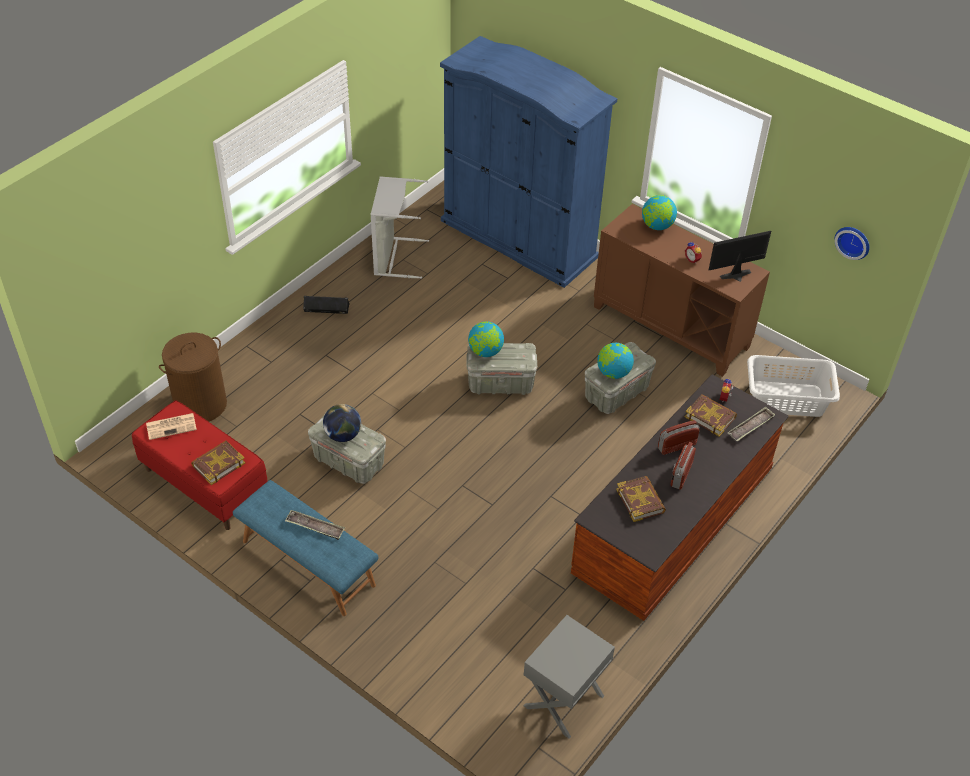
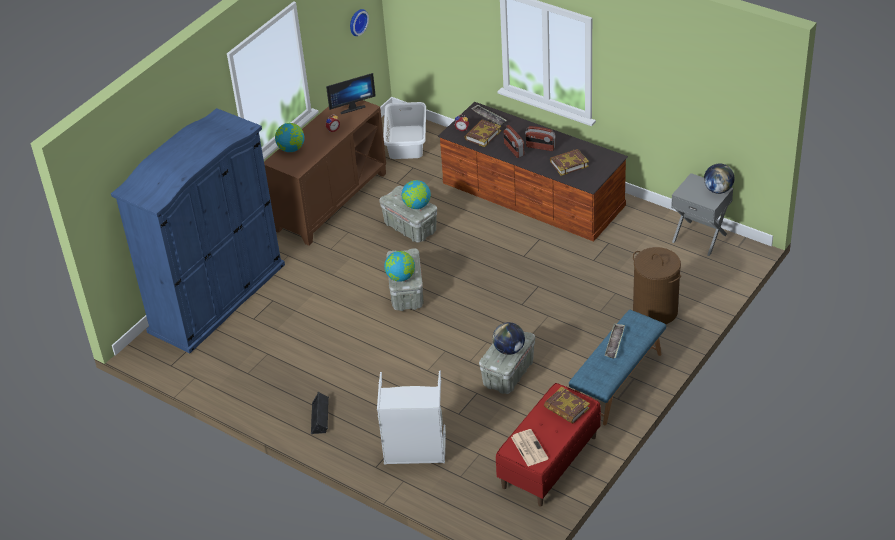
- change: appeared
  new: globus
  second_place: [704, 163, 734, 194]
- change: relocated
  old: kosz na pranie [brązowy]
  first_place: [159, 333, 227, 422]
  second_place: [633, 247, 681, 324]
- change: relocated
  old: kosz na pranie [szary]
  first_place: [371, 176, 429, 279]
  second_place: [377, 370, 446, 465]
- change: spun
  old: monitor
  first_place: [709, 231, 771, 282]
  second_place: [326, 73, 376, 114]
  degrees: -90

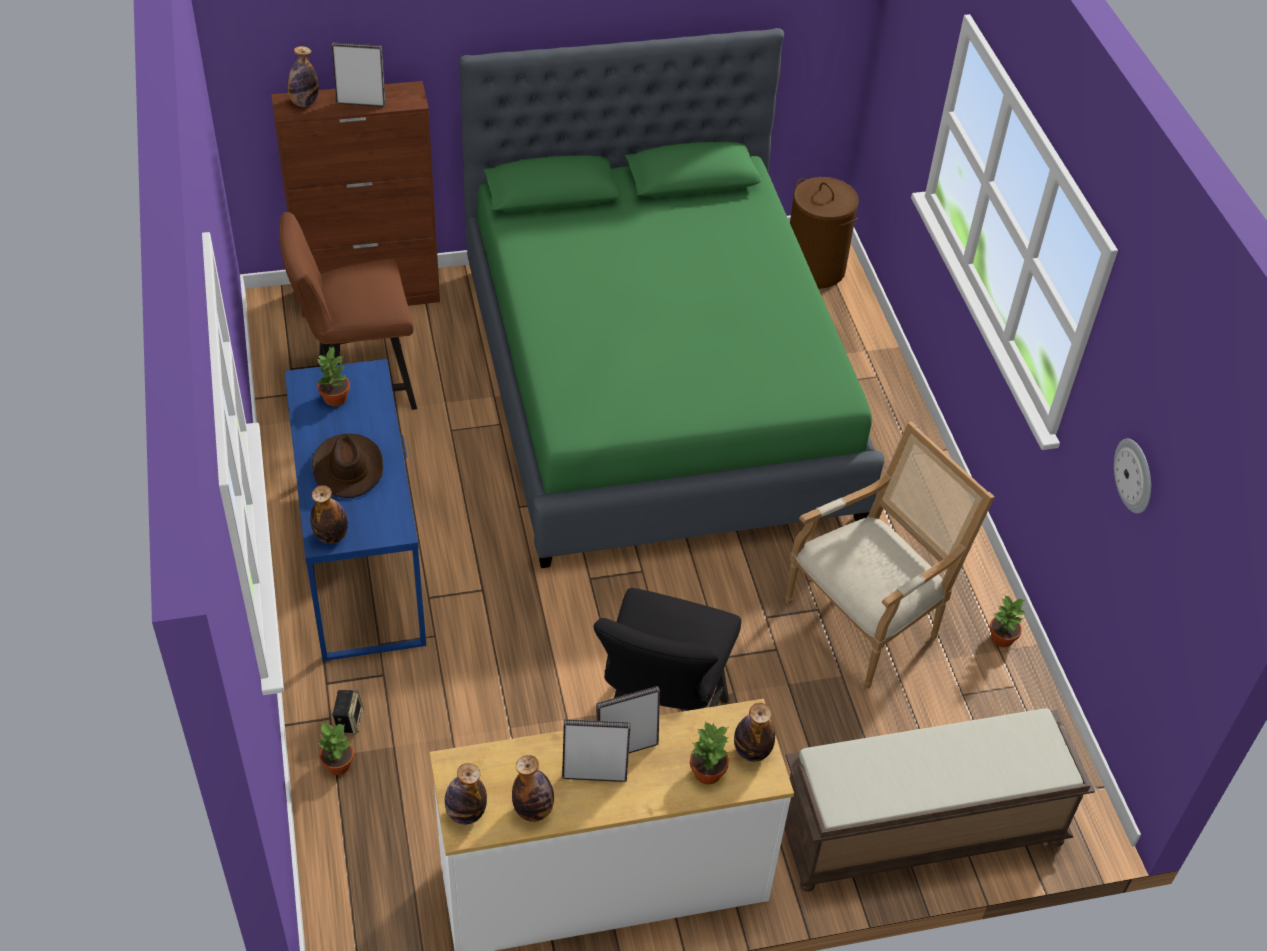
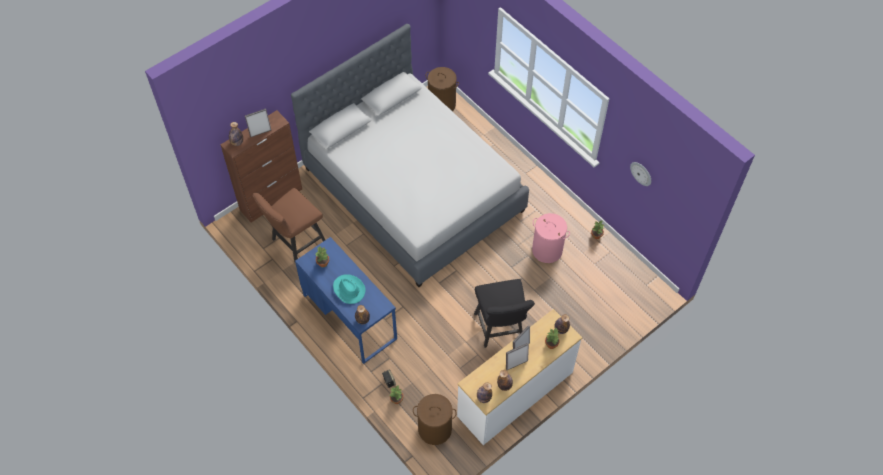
- change: missing
  old: ławka [brązowy]
  first_place: [784, 708, 1095, 892]
- change: appeared
  new: kosz na pranie [brązowy]
  second_place: [413, 394, 457, 445]
- change: exchanged
  old: fotel
  new: kosz na pranie [różowy]
  first_place: [785, 422, 994, 688]
  second_place: [532, 213, 570, 263]
- change: colour
  old: kapelusz [brązowy]
  new: kapelusz [turkusowy]
  first_place: [312, 434, 383, 498]
  second_place: [333, 274, 366, 304]
- change: colour
  old: łóżko [zielony]
  new: łóżko [szary]
  first_place: [459, 28, 884, 568]
  second_place: [291, 24, 529, 287]

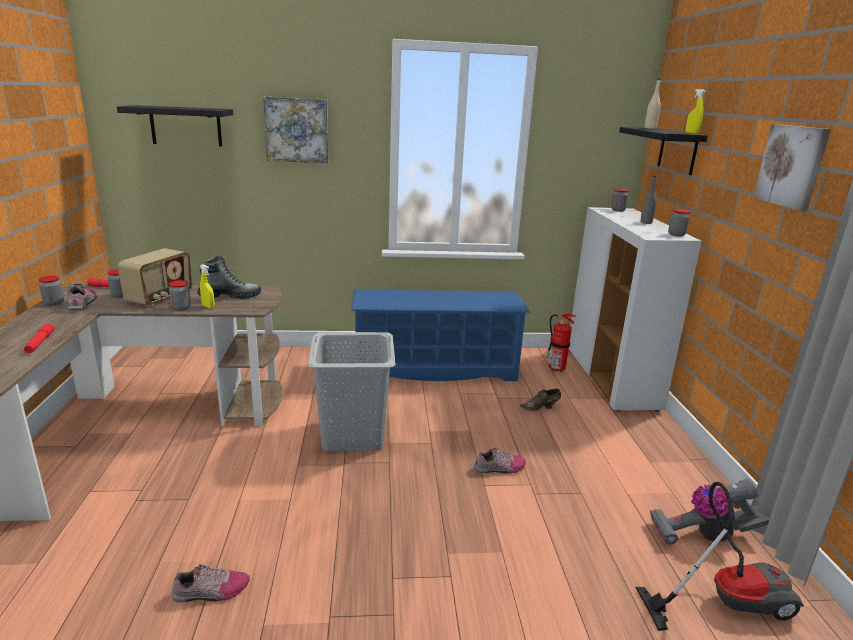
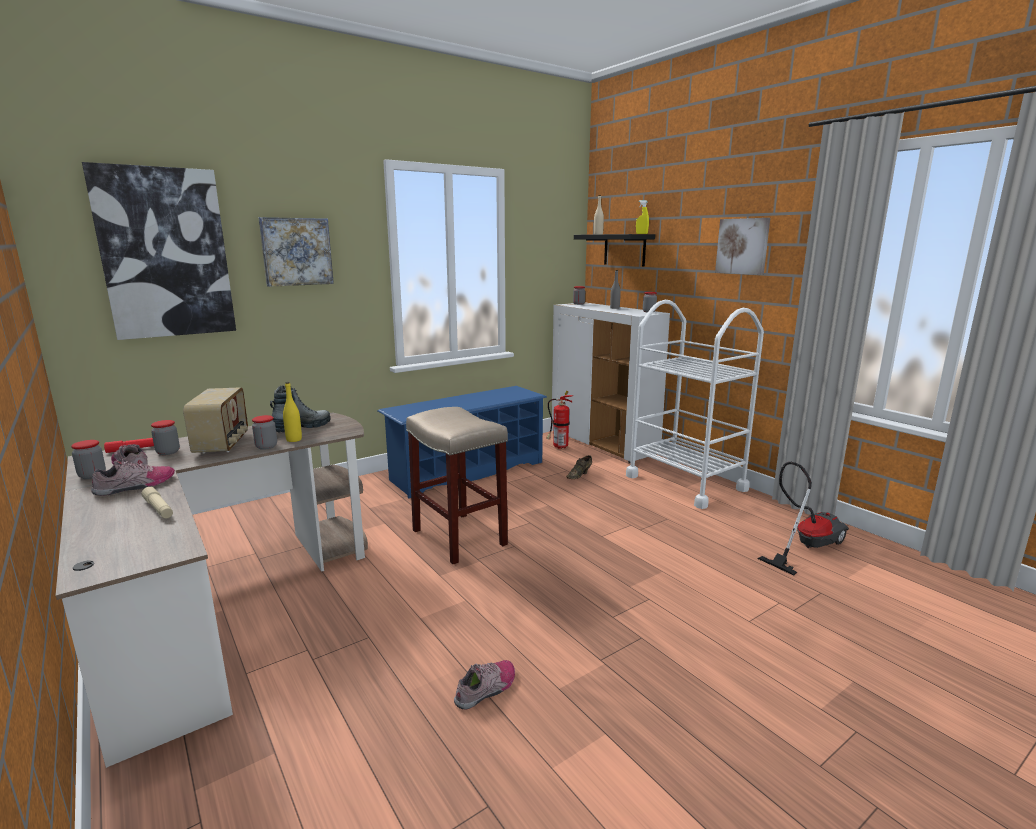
- change: missing
  old: odkurzacz
  first_place: [650, 479, 769, 545]
- change: appeared
  new: wózek [biały]
  second_place: [626, 300, 764, 509]
- change: relocated
  old: but
  first_place: [474, 447, 526, 474]
  second_place: [91, 459, 175, 496]
- change: exchanged
  old: półka [czarny]
  new: obraz
  first_place: [117, 105, 233, 146]
  second_place: [82, 162, 236, 340]
- change: exchanged
  old: spryskiwacz [żółty]
  new: butelka [żółty]
  first_place: [200, 264, 215, 308]
  second_place: [283, 382, 302, 442]
- change: exchanged
  old: kosz na pranie [szary]
  new: stołek [beżowy]
  first_place: [307, 332, 396, 452]
  second_place: [406, 407, 508, 564]
- change: colour
  old: latarka [czerwony]
  new: latarka [beżowy]
  first_place: [24, 324, 54, 353]
  second_place: [141, 487, 173, 518]

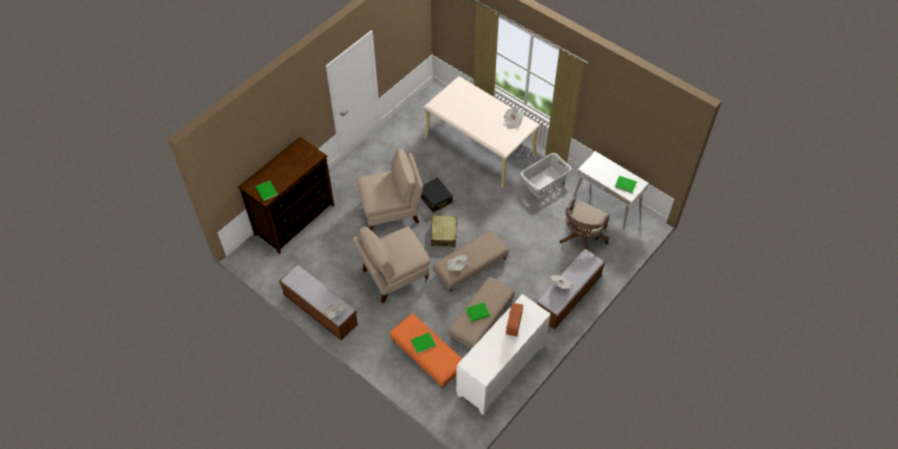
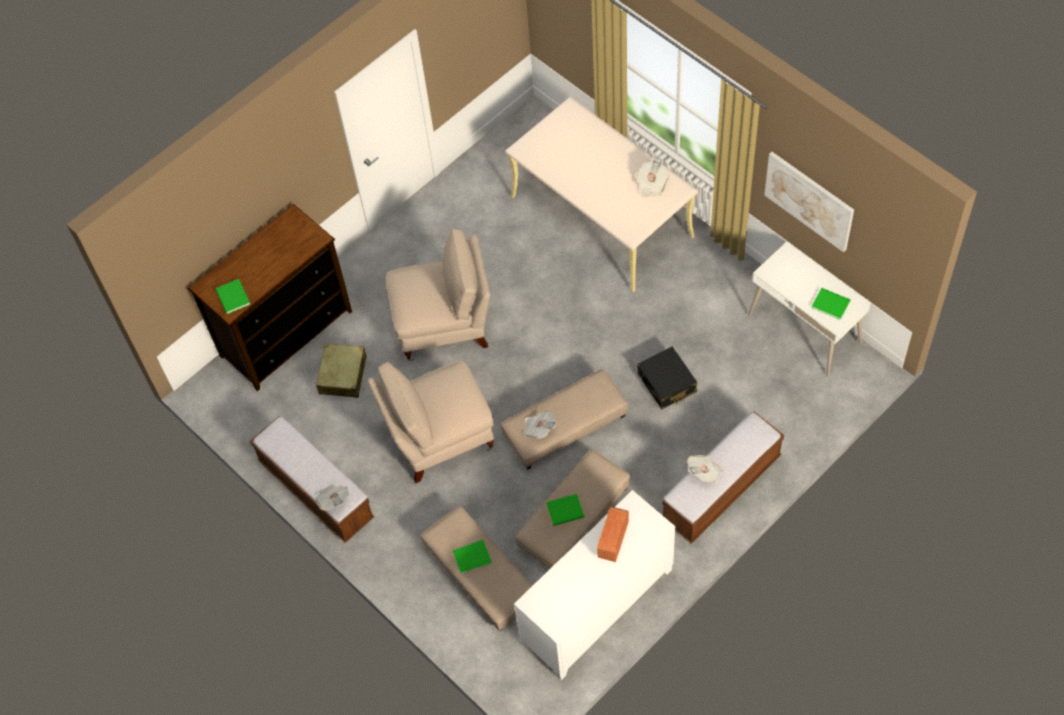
- change: missing
  old: kosz na pranie [szary]
  first_place: [520, 153, 572, 197]
- change: missing
  old: krzesło biurowe [brązowy]
  first_place: [560, 197, 610, 250]
- change: appeared
  new: obraz
  second_place: [764, 152, 854, 252]
- change: relocated
  old: walizka [czarny]
  first_place: [421, 177, 453, 213]
  second_place: [637, 346, 697, 409]
- change: relocated
  old: walizka [beżowy]
  first_place: [431, 215, 457, 247]
  second_place: [316, 343, 367, 398]
- change: colour
  old: pufa [pomarańczowy]
  new: pufa [beżowy]
  first_place: [390, 314, 462, 388]
  second_place: [421, 506, 532, 631]

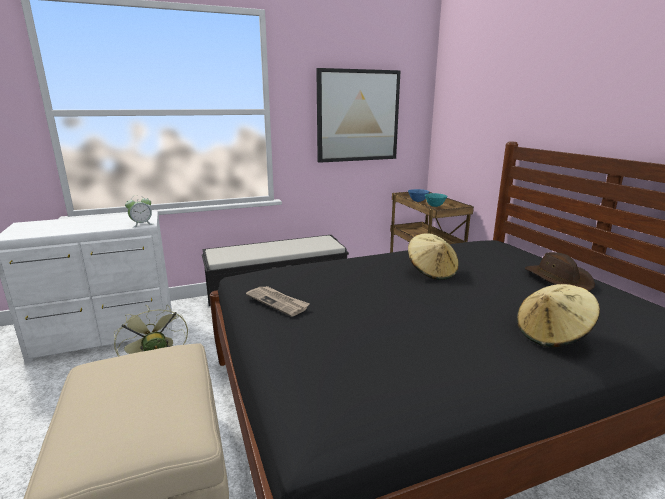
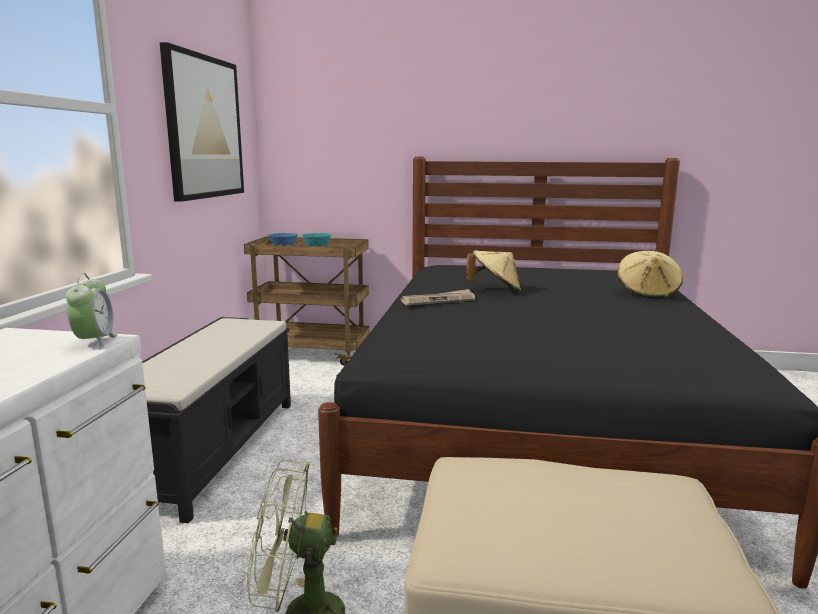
- change: missing
  old: kapelusz [brązowy]
  first_place: [525, 252, 595, 291]
- change: relocated
  old: gazeta
  first_place: [246, 286, 310, 317]
  second_place: [401, 289, 475, 305]

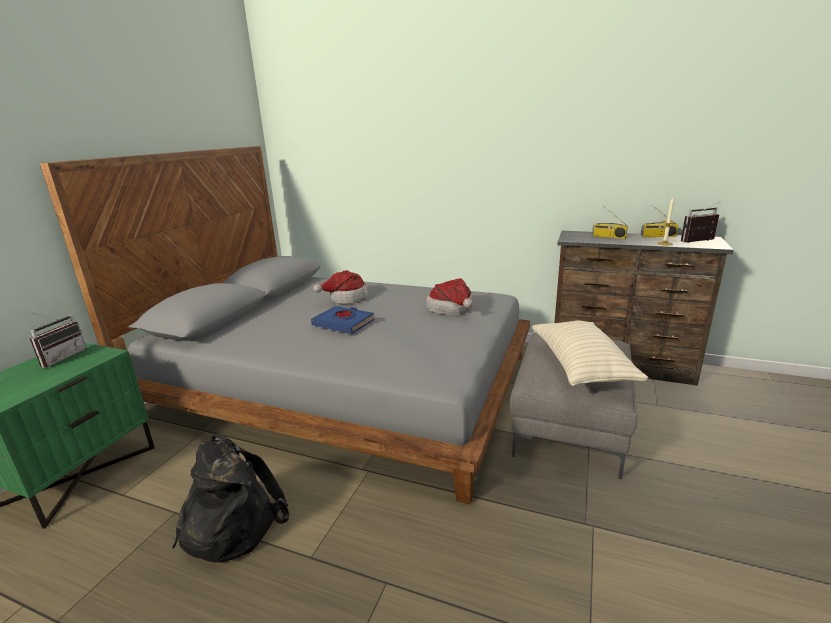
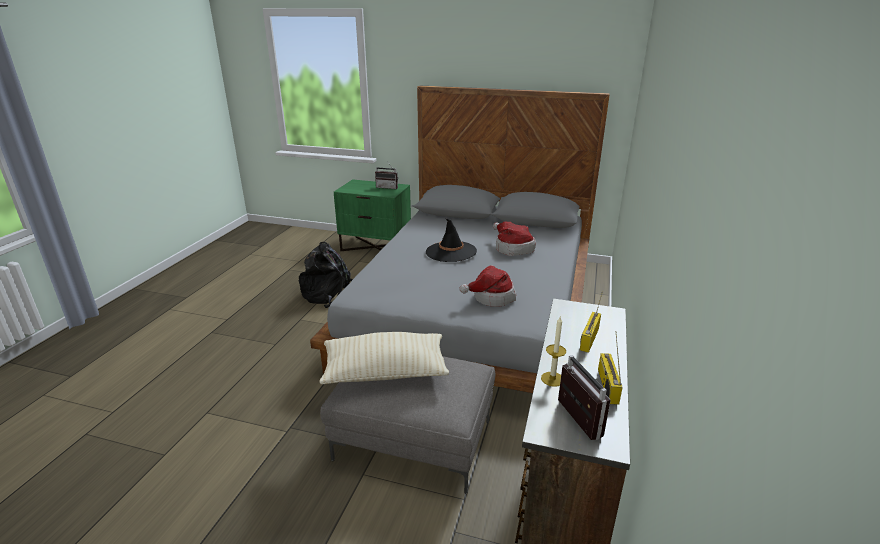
- change: exchanged
  old: książka [niebieski]
  new: kapelusz [czarny]
  first_place: [311, 306, 375, 334]
  second_place: [426, 219, 477, 262]

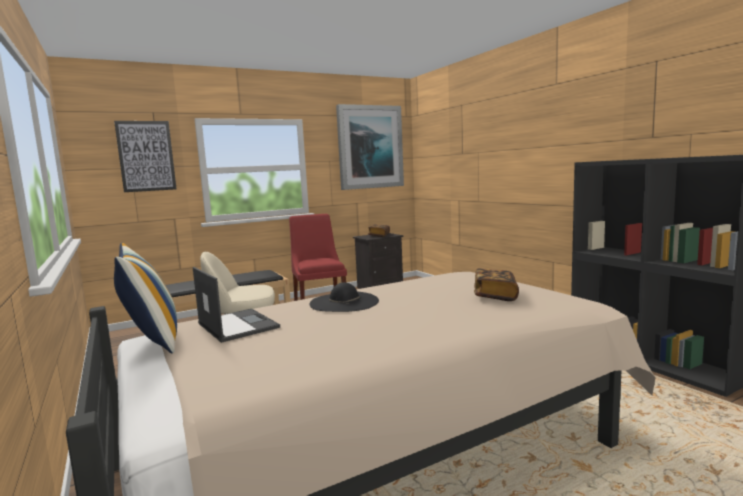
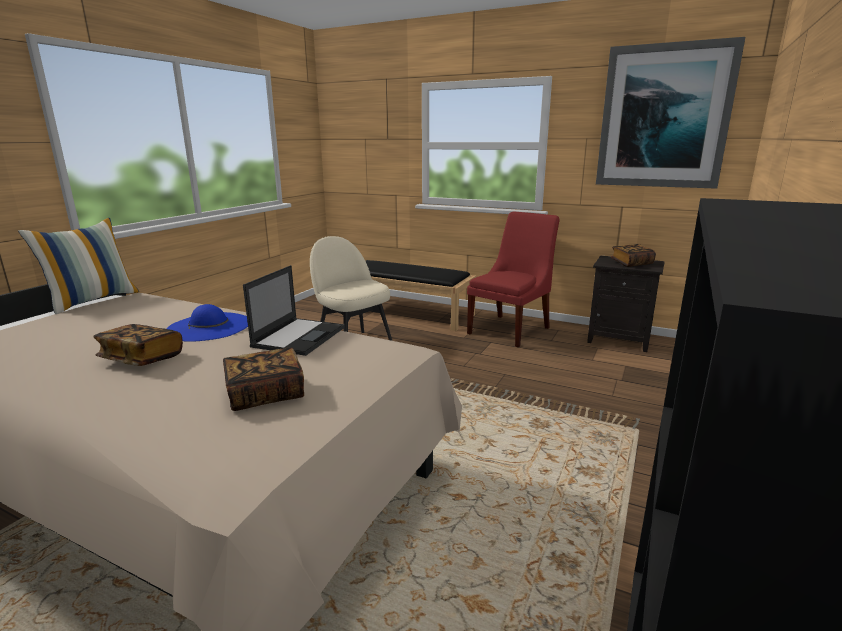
- change: missing
  old: obraz
  first_place: [114, 121, 176, 192]
- change: appeared
  new: książka
  second_place: [93, 324, 183, 366]
- change: relocated
  old: laptop
  first_place: [193, 267, 280, 343]
  second_place: [243, 265, 345, 356]
- change: colour
  old: kapelusz [czarny]
  new: kapelusz [niebieski]
  first_place: [310, 282, 379, 312]
  second_place: [167, 304, 248, 342]

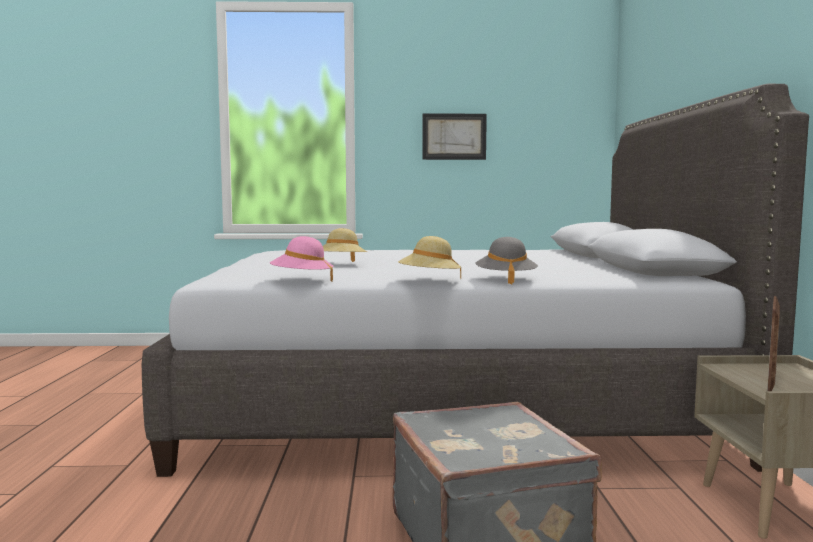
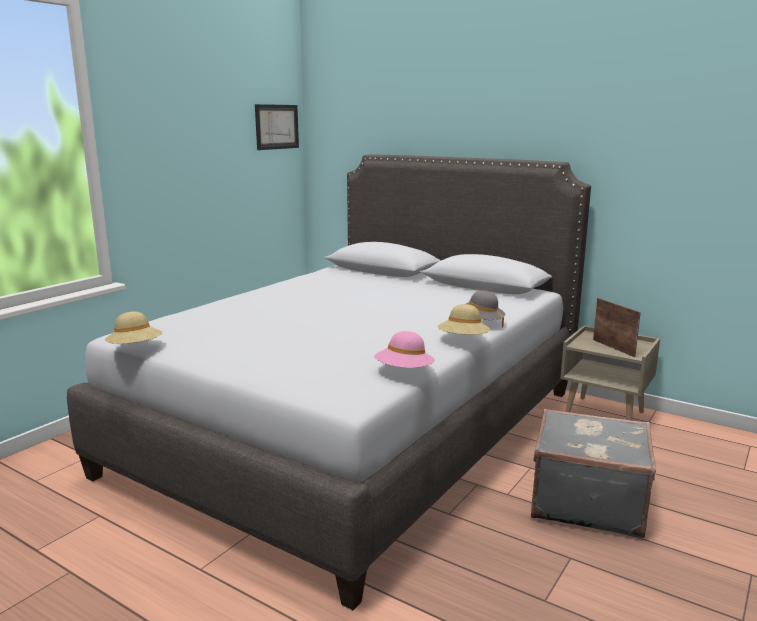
- change: relocated
  old: kapelusz [beżowy]
  first_place: [323, 228, 367, 262]
  second_place: [105, 311, 162, 344]
- change: relocated
  old: obraz
  first_place: [422, 114, 487, 160]
  second_place: [255, 104, 299, 150]

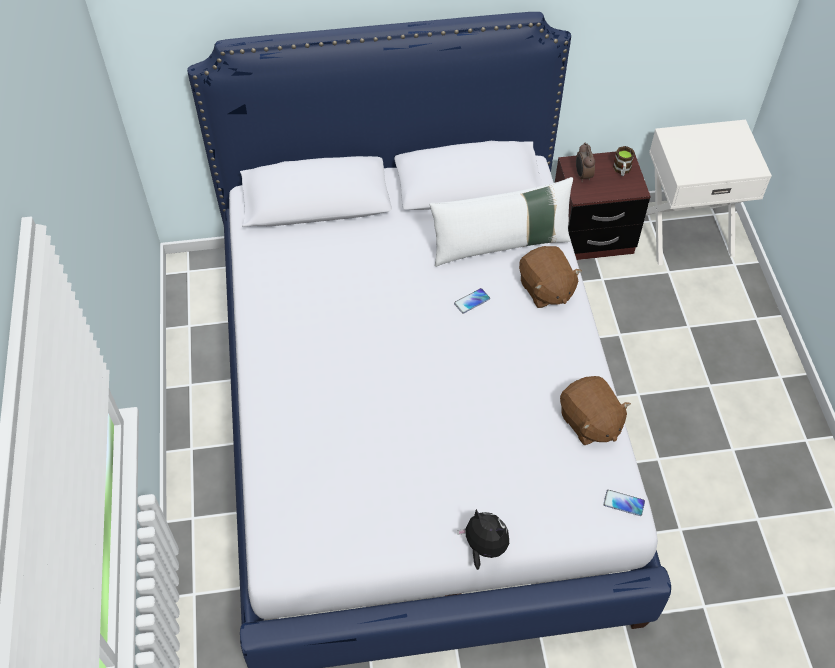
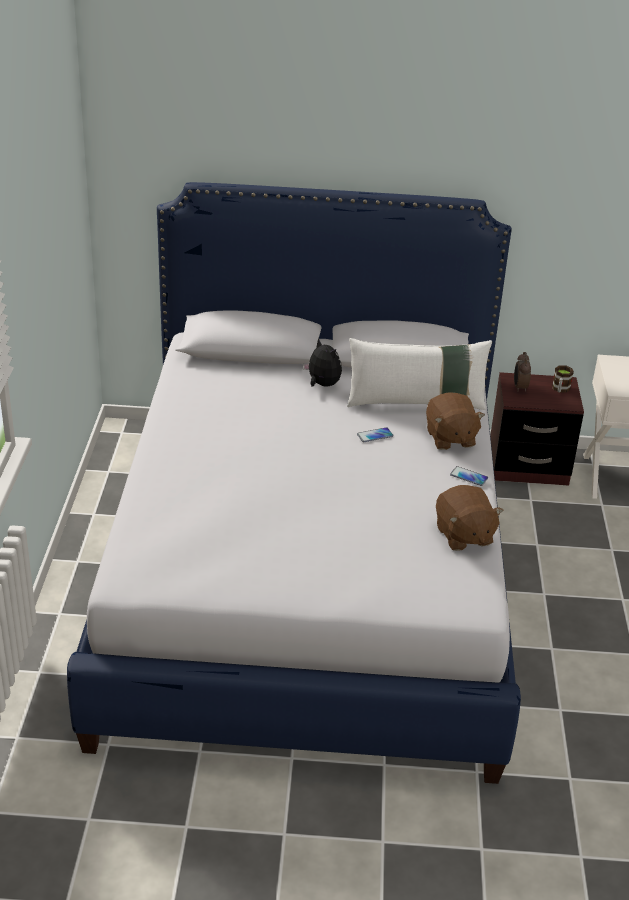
- change: relocated
  old: pluszak
  first_place: [457, 509, 509, 570]
  second_place: [303, 338, 342, 387]
- change: relocated
  old: telefon
  first_place: [603, 490, 645, 516]
  second_place: [450, 466, 488, 486]

